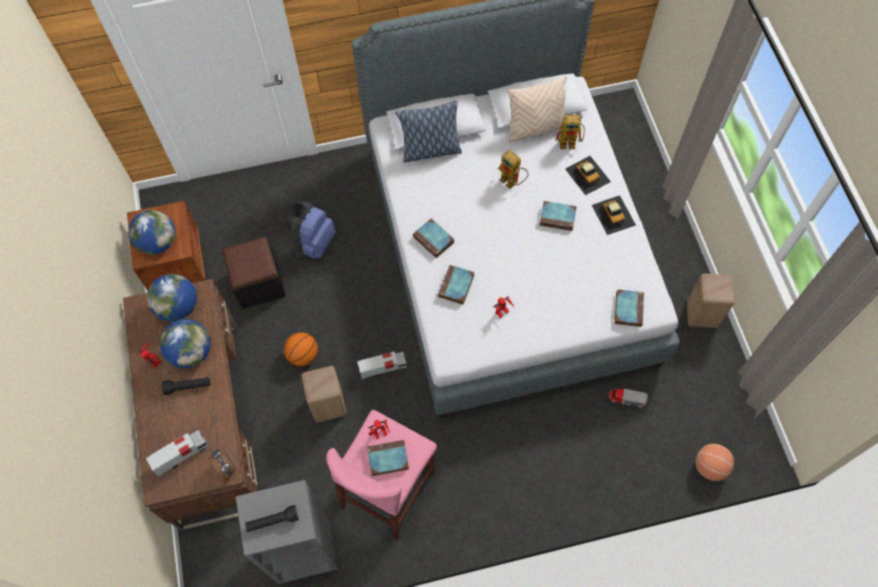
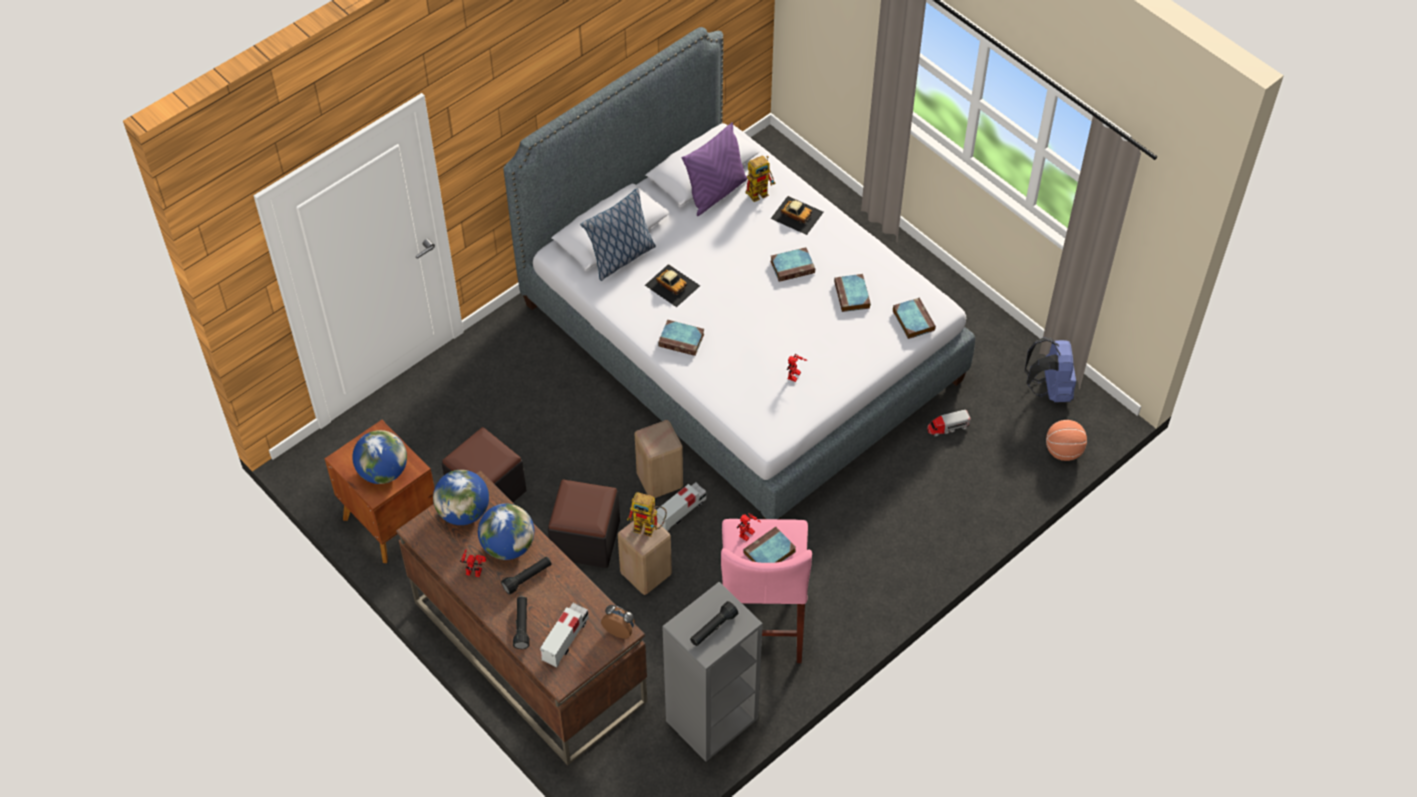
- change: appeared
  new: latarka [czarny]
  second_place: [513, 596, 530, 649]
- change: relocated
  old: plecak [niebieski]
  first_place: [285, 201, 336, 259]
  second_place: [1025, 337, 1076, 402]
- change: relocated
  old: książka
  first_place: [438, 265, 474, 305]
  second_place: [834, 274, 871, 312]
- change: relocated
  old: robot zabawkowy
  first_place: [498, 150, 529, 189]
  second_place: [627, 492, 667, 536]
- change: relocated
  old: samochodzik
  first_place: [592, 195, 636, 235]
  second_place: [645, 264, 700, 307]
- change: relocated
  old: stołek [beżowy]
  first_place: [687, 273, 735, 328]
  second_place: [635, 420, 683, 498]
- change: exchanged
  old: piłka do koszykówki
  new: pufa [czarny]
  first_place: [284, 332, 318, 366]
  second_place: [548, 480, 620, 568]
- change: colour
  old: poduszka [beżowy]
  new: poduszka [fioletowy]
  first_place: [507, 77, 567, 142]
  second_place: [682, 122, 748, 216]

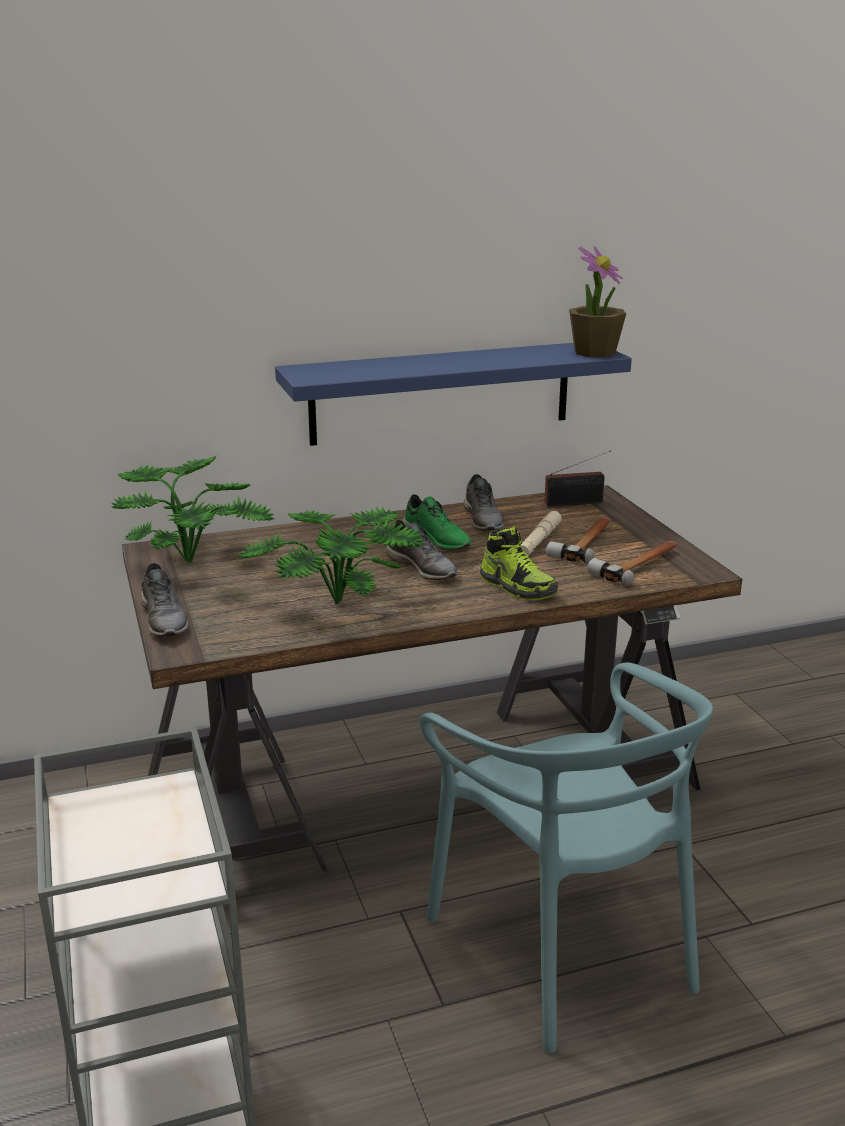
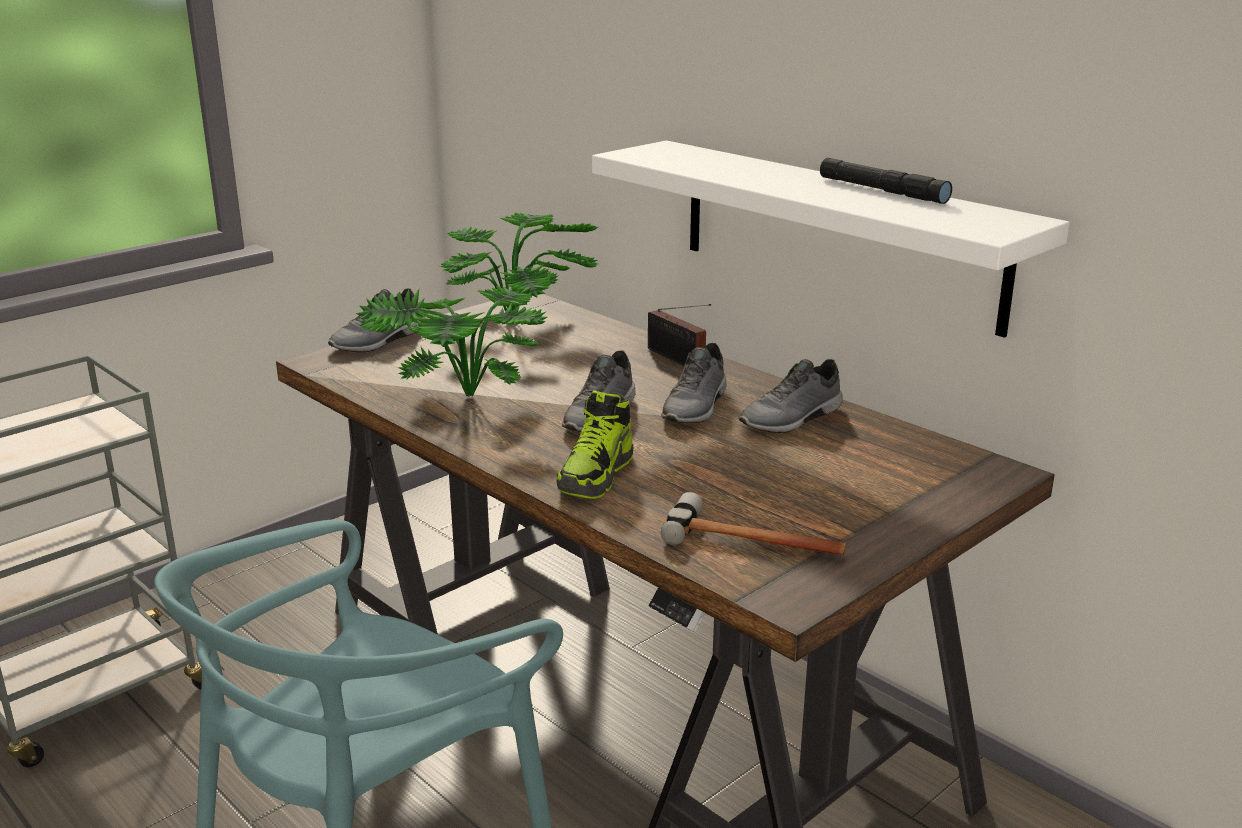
- change: missing
  old: latarka [beżowy]
  first_place: [521, 511, 562, 556]
- change: missing
  old: młotek
  first_place: [546, 517, 610, 564]
- change: missing
  old: roślina doniczkowa
  first_place: [569, 246, 626, 357]
- change: appeared
  new: latarka [czarny]
  second_place: [820, 158, 952, 204]
- change: relocated
  old: radio
  first_place: [544, 450, 611, 507]
  second_place: [648, 304, 711, 366]
- change: colour
  old: półka [niebieski]
  new: półka [biały]
  first_place: [275, 343, 632, 446]
  second_place: [592, 140, 1070, 338]
- change: colour
  old: but [zielony]
  new: but [szary]
  first_place: [402, 494, 471, 550]
  second_place: [661, 343, 727, 423]

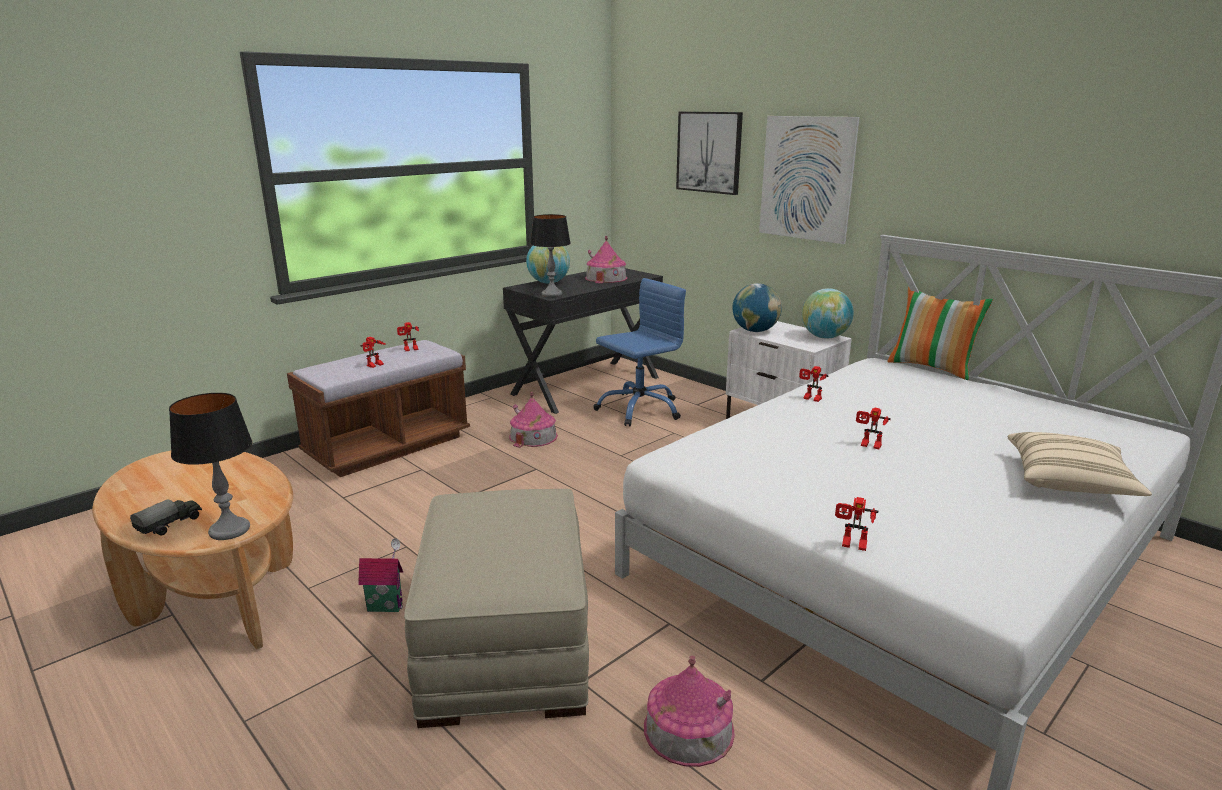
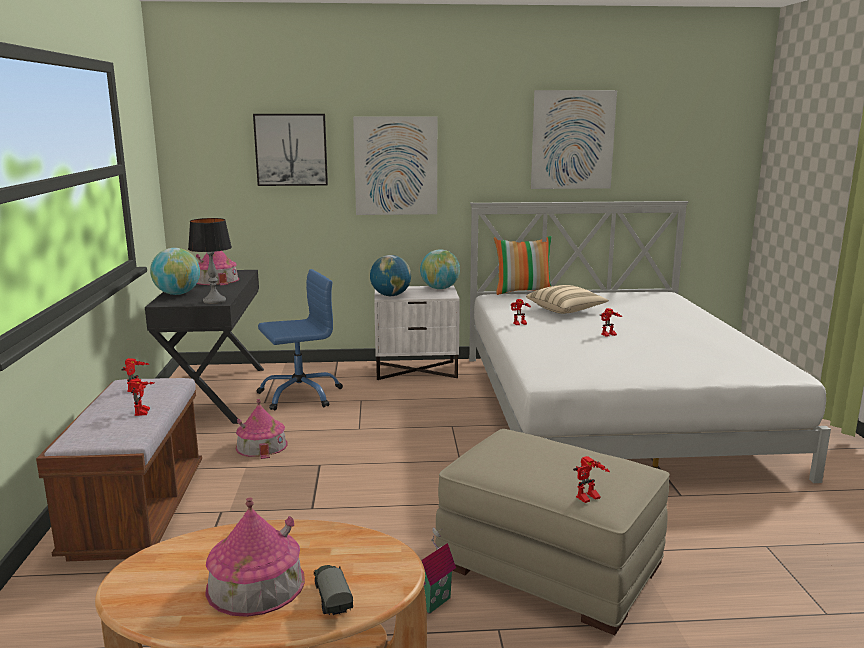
- change: missing
  old: lampa stołowa
  first_place: [169, 393, 252, 540]
- change: appeared
  new: obraz
  second_place: [531, 90, 617, 189]
- change: relocated
  old: domek
  first_place: [644, 656, 735, 767]
  second_place: [205, 498, 305, 617]
- change: relocated
  old: robot zabawkowy
  first_place: [835, 497, 878, 551]
  second_place: [573, 456, 610, 503]
- change: relocated
  old: poduszka [beżowy]
  first_place: [1008, 432, 1152, 496]
  second_place: [526, 285, 609, 314]
- change: spun
  old: krzesło biurowe [niebieski]
  first_place: [593, 278, 686, 426]
  second_place: [256, 269, 343, 411]
  degrees: 60

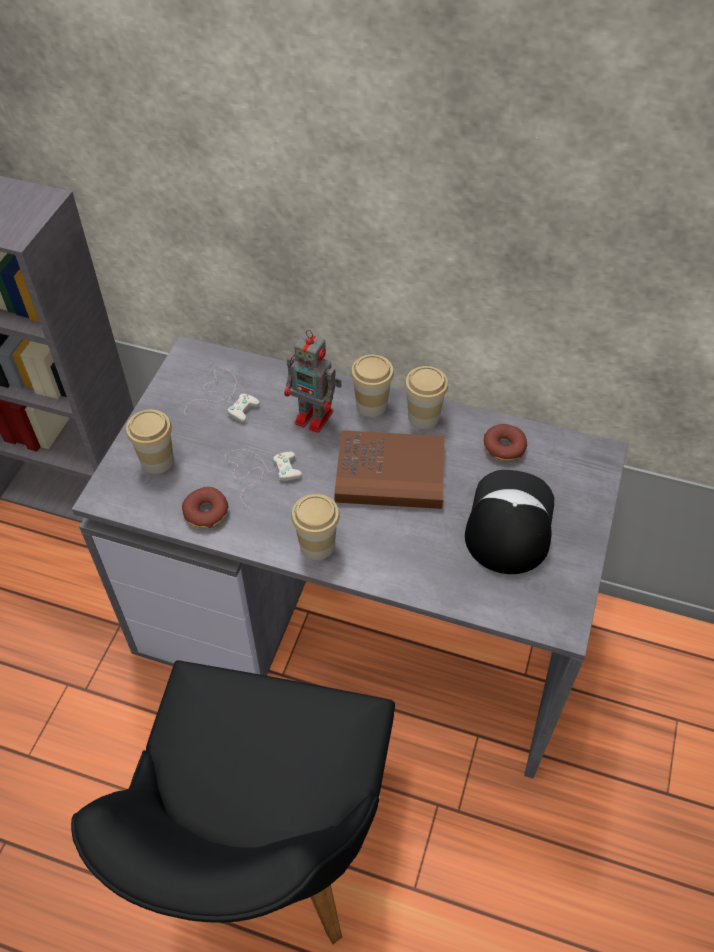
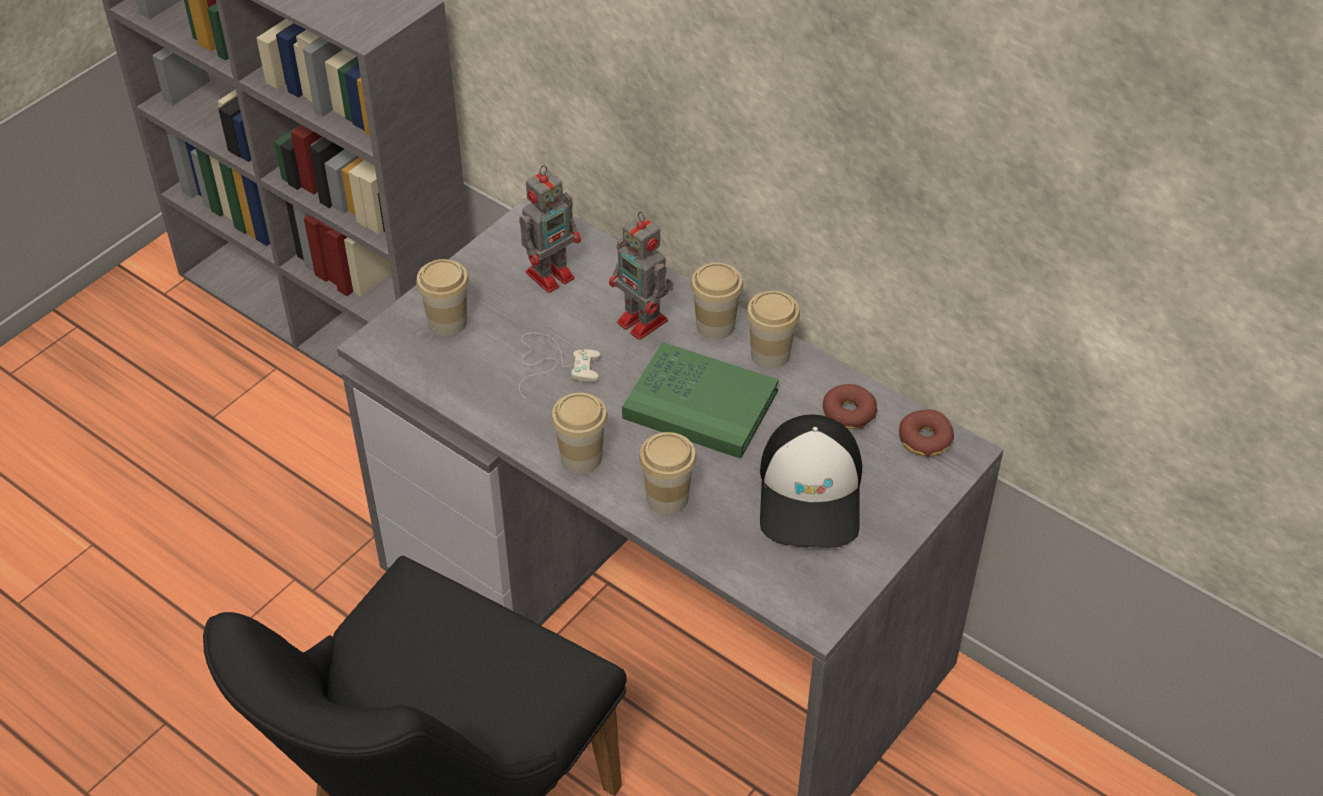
- change: appeared
  new: filiżanka
  second_place: [639, 432, 696, 514]
- change: relocated
  old: donut
  first_place: [182, 487, 229, 528]
  second_place: [899, 410, 954, 457]
- change: exchanged
  old: pad do gier [biały]
  new: robot zabawkowy
  first_place: [185, 368, 260, 422]
  second_place: [519, 165, 581, 293]
- change: colour
  old: książka [brązowy]
  new: książka [zielony]
  first_place: [334, 430, 445, 509]
  second_place: [622, 342, 779, 459]
- change: spun
  old: czapka z daszkiem
  first_place: [465, 470, 554, 574]
  second_place: [760, 414, 862, 548]
  degrees: 150

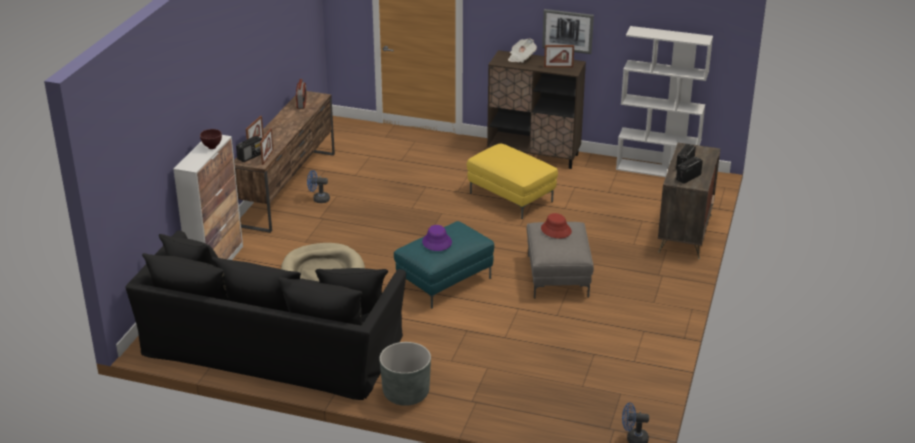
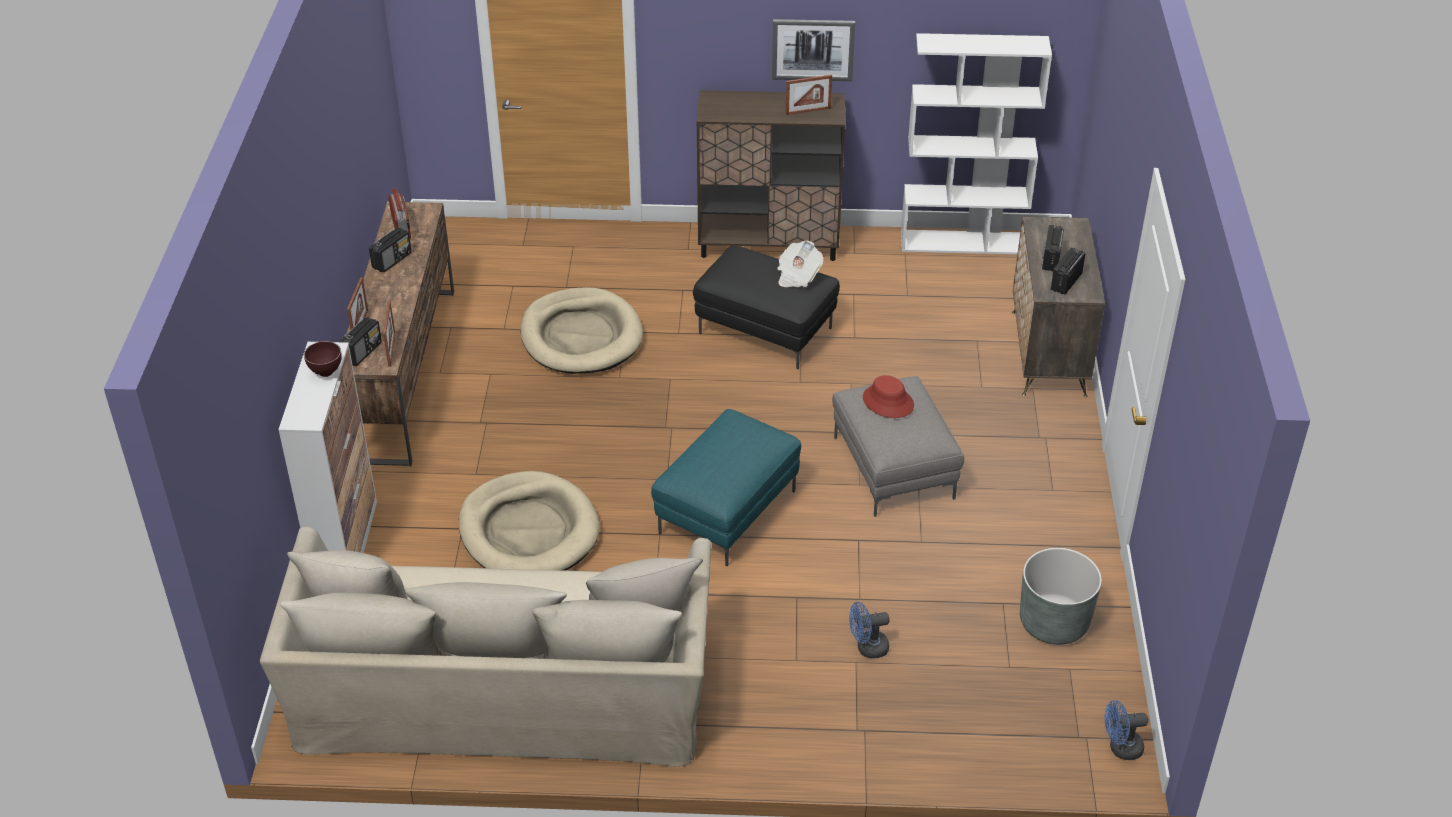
- change: missing
  old: kapelusz [fioletowy]
  first_place: [422, 225, 452, 251]
- change: appeared
  new: radio
  second_place: [369, 228, 412, 273]
- change: appeared
  new: legowisko [beżowy]
  second_place: [520, 287, 643, 374]
- change: relocated
  old: wentylator [niebieski]
  first_place: [307, 170, 330, 203]
  second_place: [849, 602, 889, 659]
- change: relocated
  old: donica [szary]
  first_place: [379, 342, 431, 406]
  second_place: [1020, 548, 1102, 645]
- change: relocated
  old: gazeta
  first_place: [508, 38, 537, 63]
  second_place: [777, 241, 823, 288]
- change: colour
  old: kanapa [czarny]
  new: kanapa [beżowy]
  first_place: [125, 230, 406, 400]
  second_place: [260, 527, 711, 766]
- change: colour
  old: pufa [żółty]
  new: pufa [czarny]
  first_place: [467, 143, 558, 219]
  second_place: [693, 245, 840, 369]

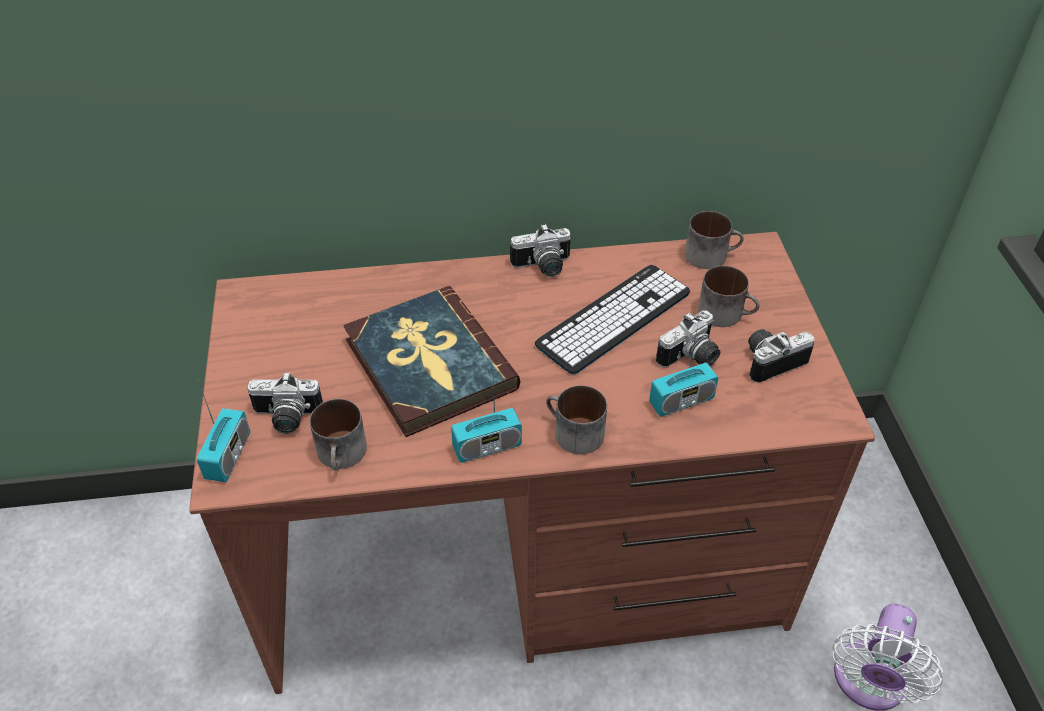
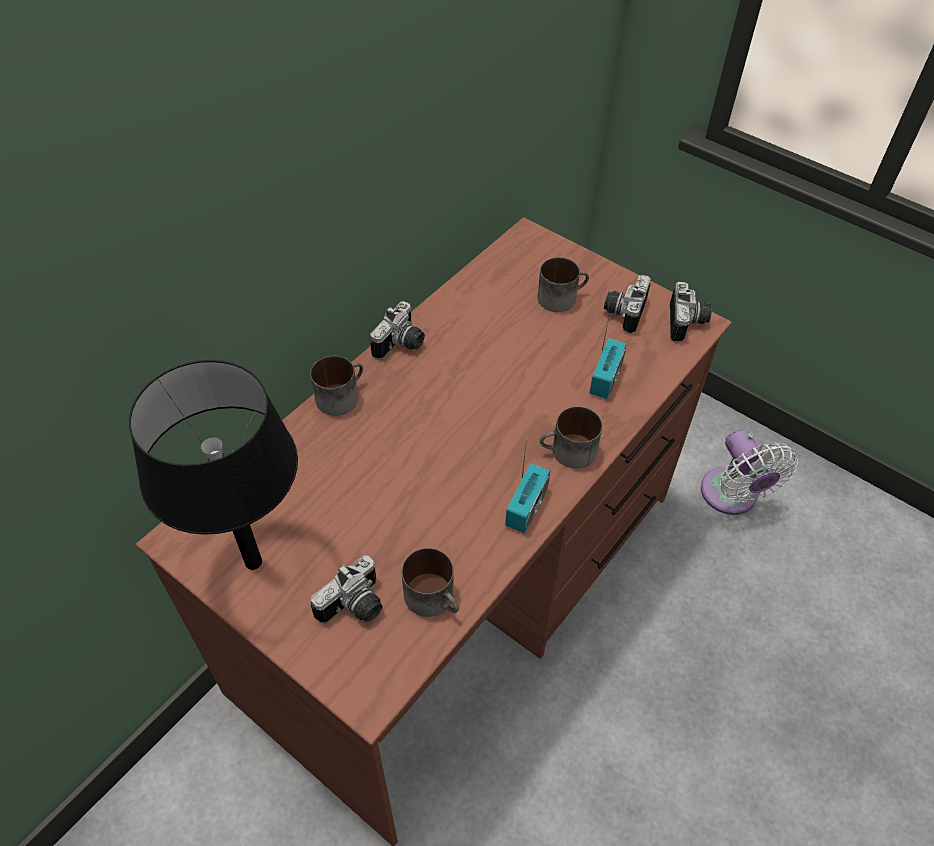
- change: missing
  old: radio
  first_place: [197, 380, 250, 482]
- change: missing
  old: książka
  first_place: [343, 286, 521, 437]
- change: missing
  old: klawiatura
  first_place: [535, 265, 690, 374]
- change: appeared
  new: lampa stołowa [czarny]
  second_place: [129, 360, 298, 570]
- change: relocated
  old: aparat fotograficzny
  first_place: [656, 310, 720, 368]
  second_place: [670, 282, 712, 343]
- change: relocated
  old: kubek
  first_place: [685, 211, 744, 269]
  second_place: [310, 356, 363, 416]

